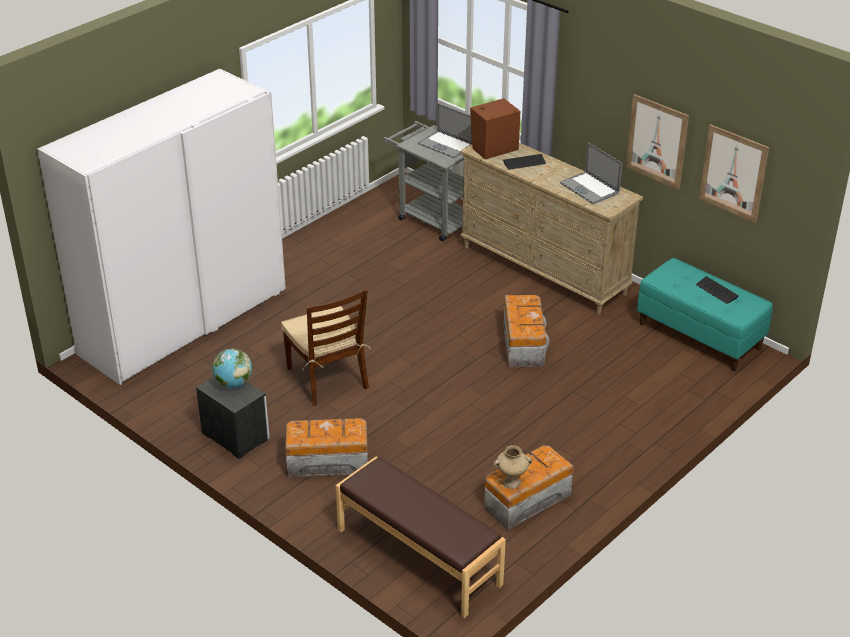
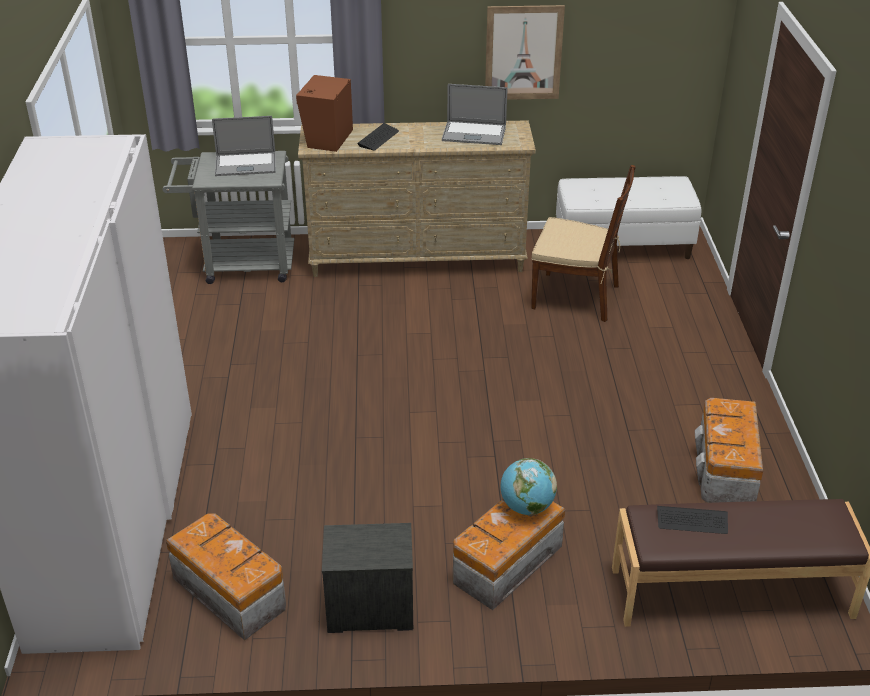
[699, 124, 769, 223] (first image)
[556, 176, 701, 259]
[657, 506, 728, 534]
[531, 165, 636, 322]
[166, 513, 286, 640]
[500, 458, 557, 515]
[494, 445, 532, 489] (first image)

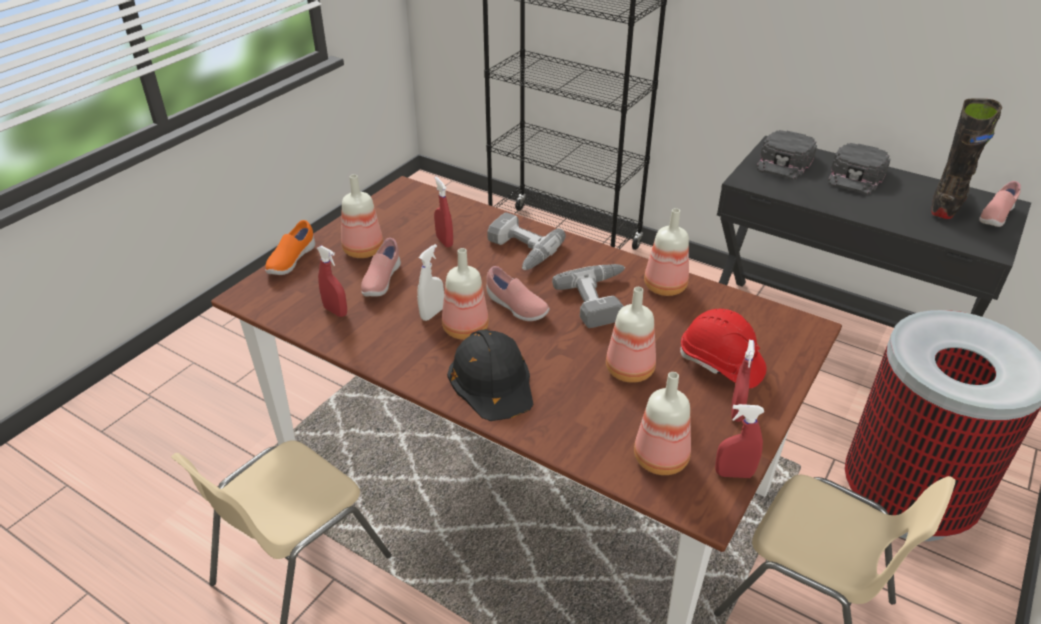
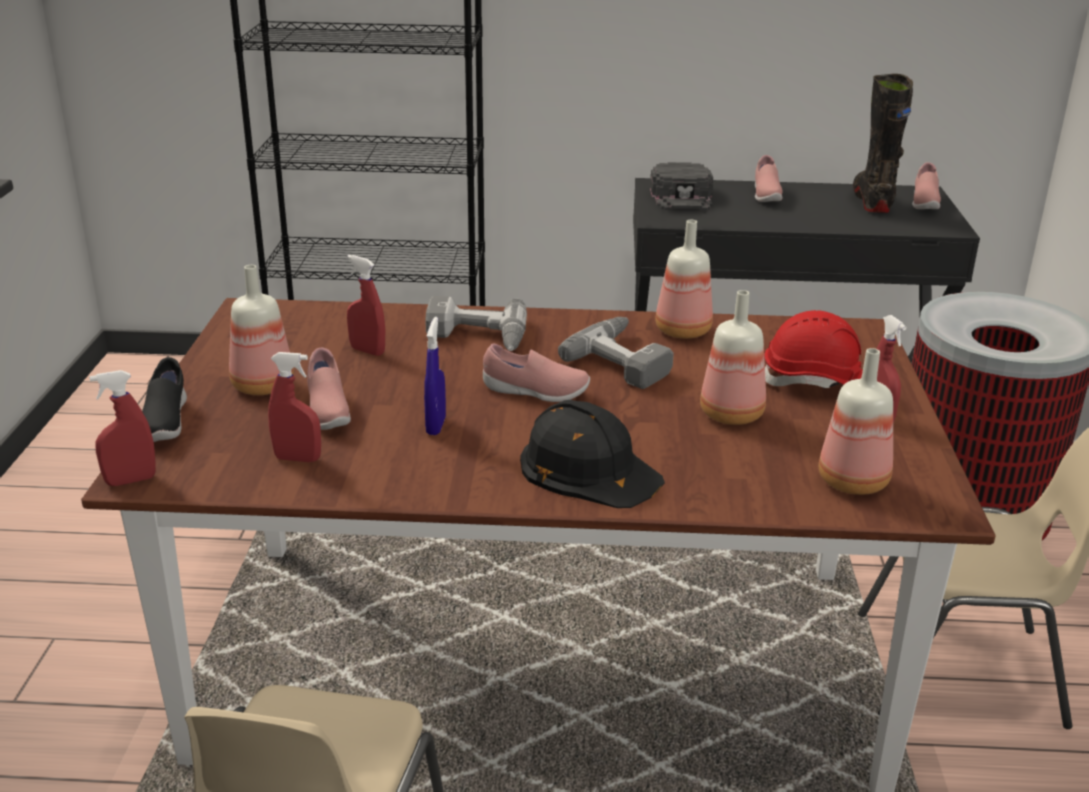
[755, 155, 782, 202]
[142, 357, 187, 442]
[424, 317, 446, 435]
[442, 248, 489, 340] (first image)
[89, 370, 156, 486]

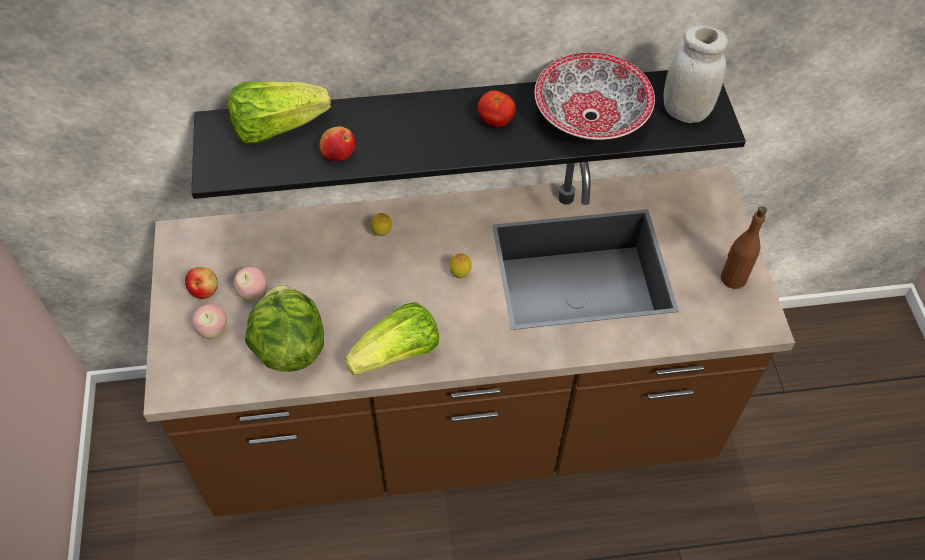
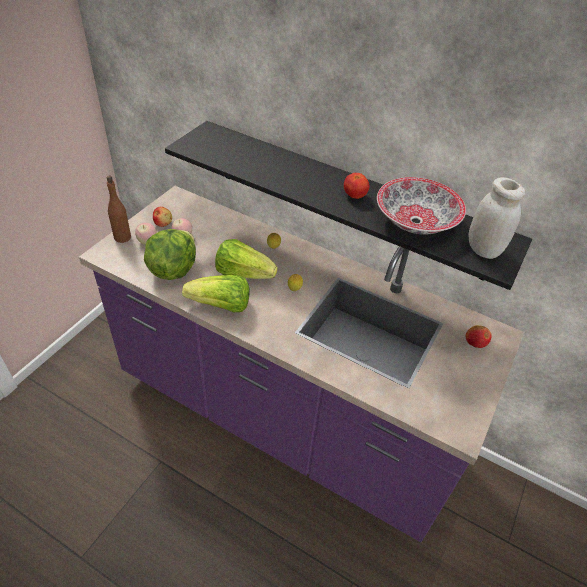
[215, 239, 278, 279]
[465, 325, 492, 348]
[79, 186, 524, 542]
[107, 176, 131, 243]

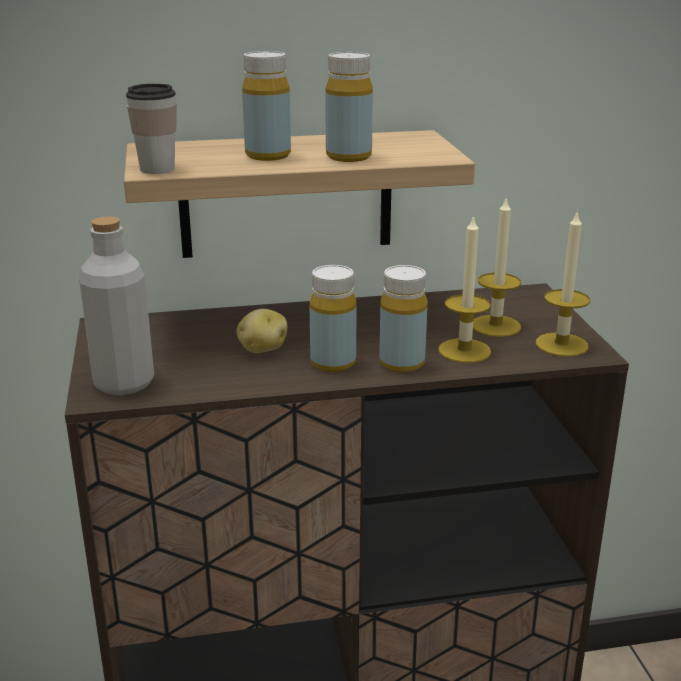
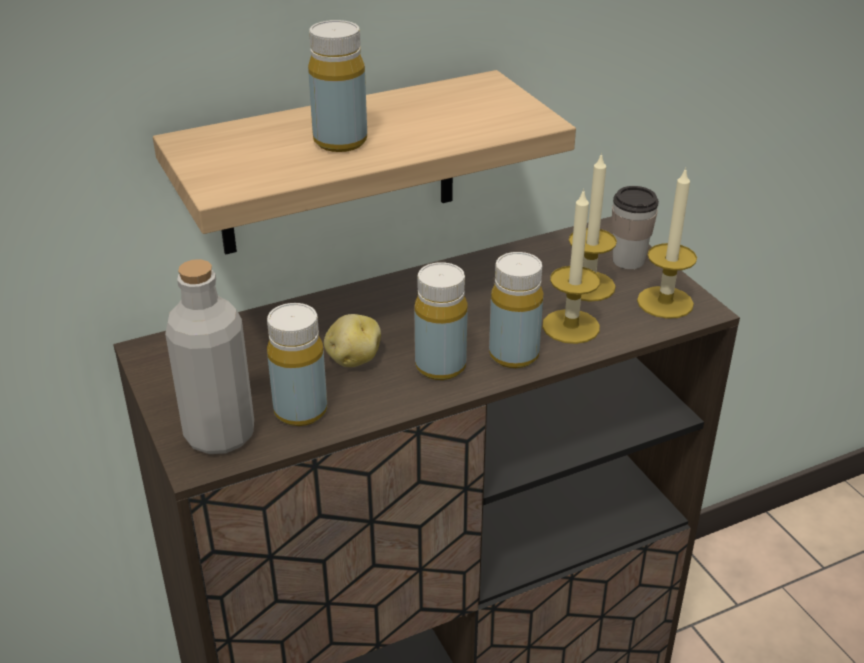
[267, 303, 327, 426]
[612, 186, 659, 269]

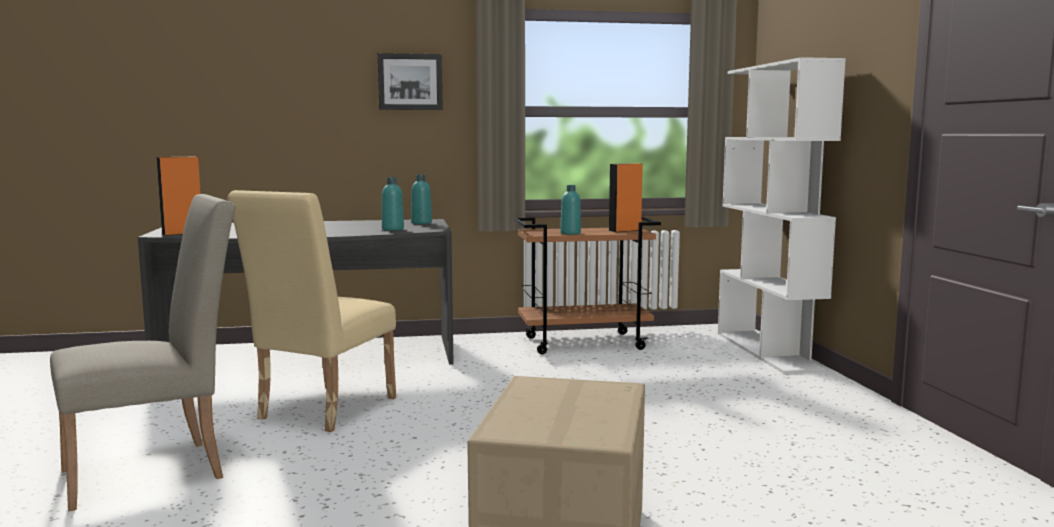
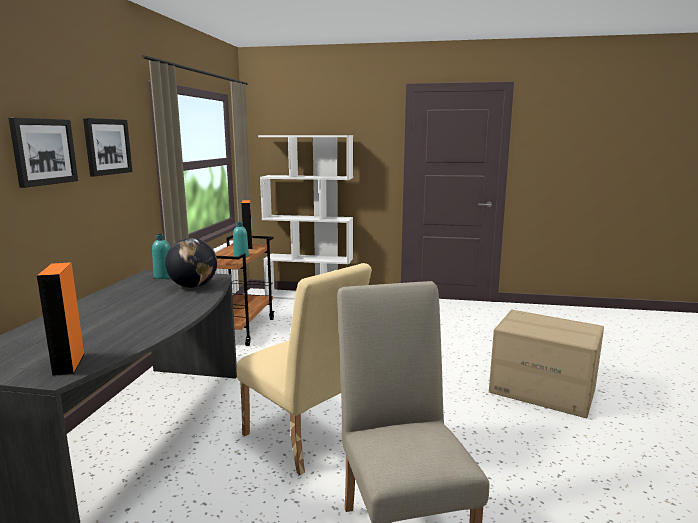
[165, 238, 217, 288]
[9, 117, 78, 188]

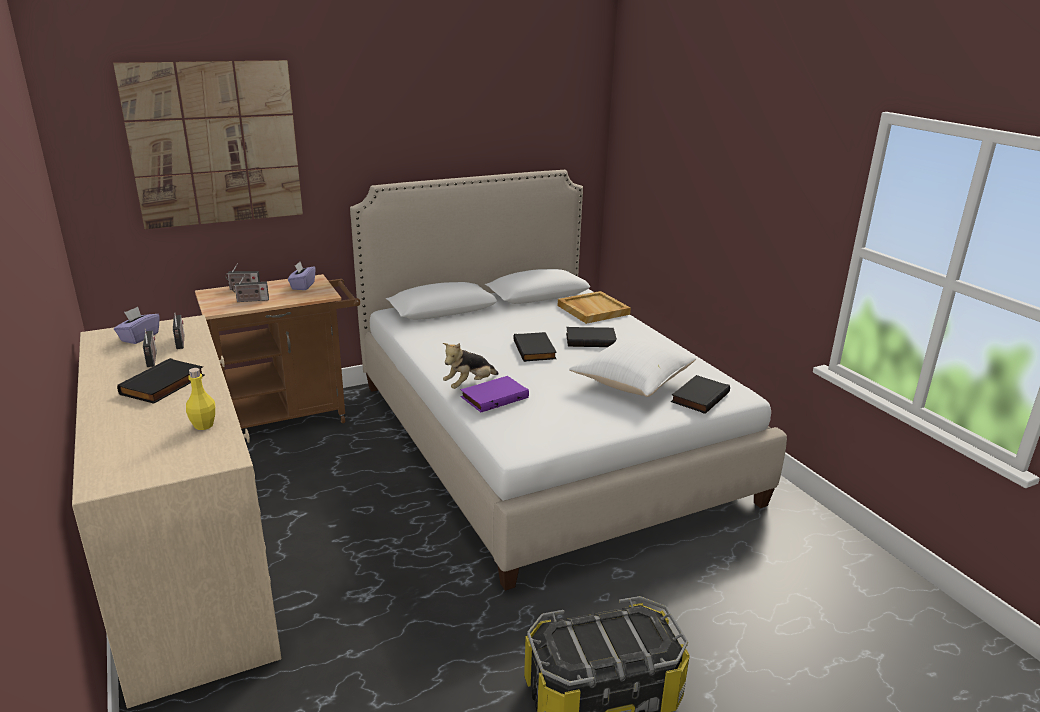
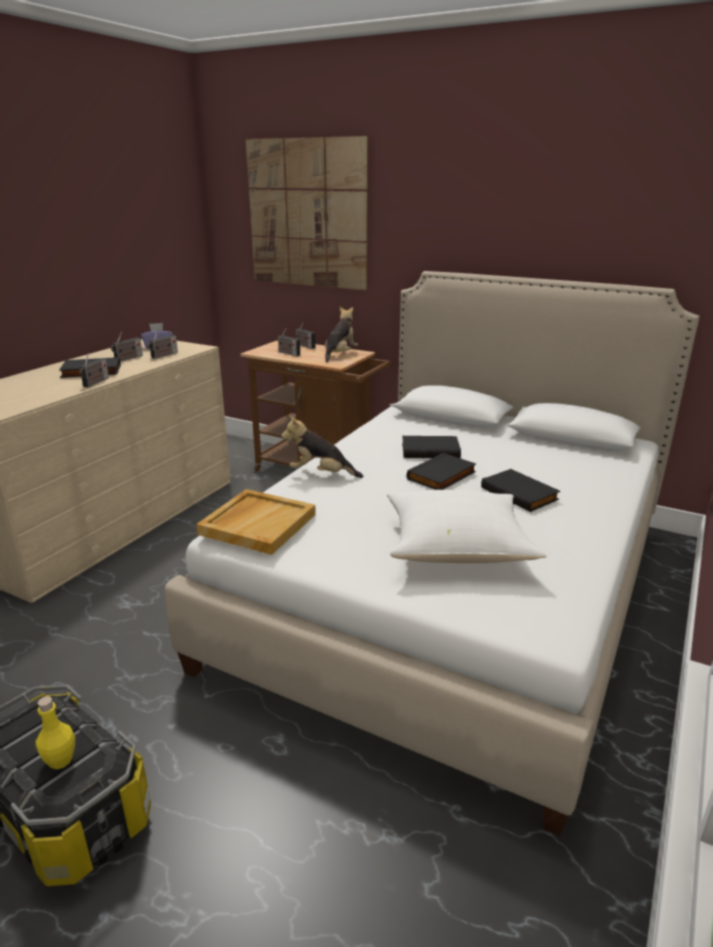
[325, 307, 358, 362]
[196, 489, 316, 555]
[35, 696, 75, 770]
[402, 436, 461, 458]
[461, 376, 529, 413] (first image)
[79, 353, 109, 387]

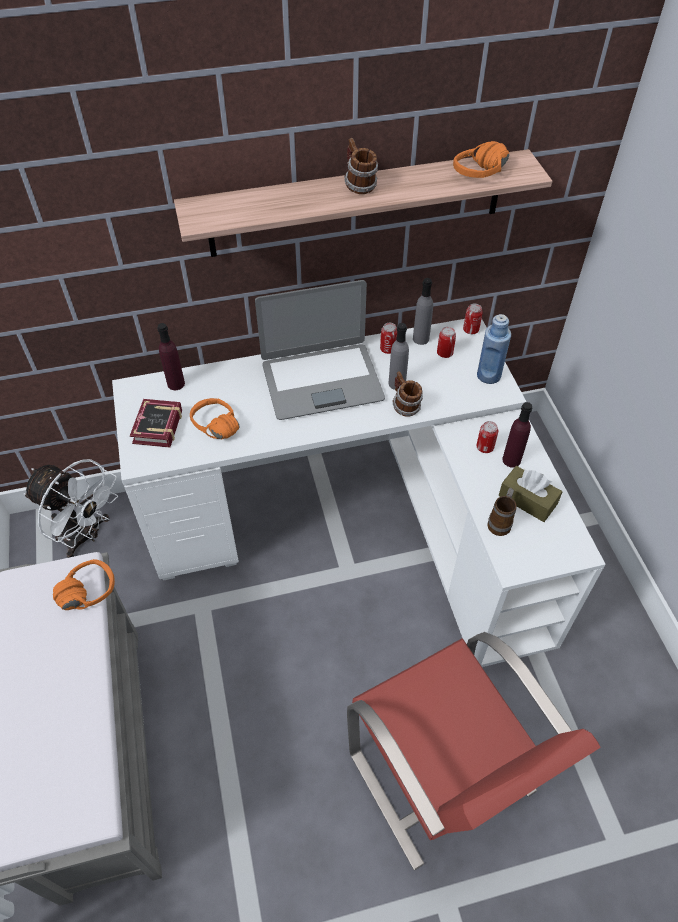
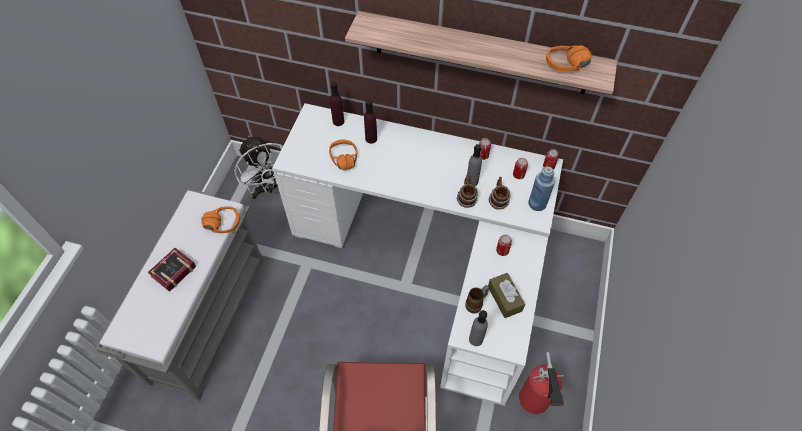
[489, 177, 511, 209]
[469, 310, 488, 346]
[255, 280, 385, 420] (first image)
[148, 248, 196, 292]
[364, 100, 377, 144]
[519, 352, 565, 414]

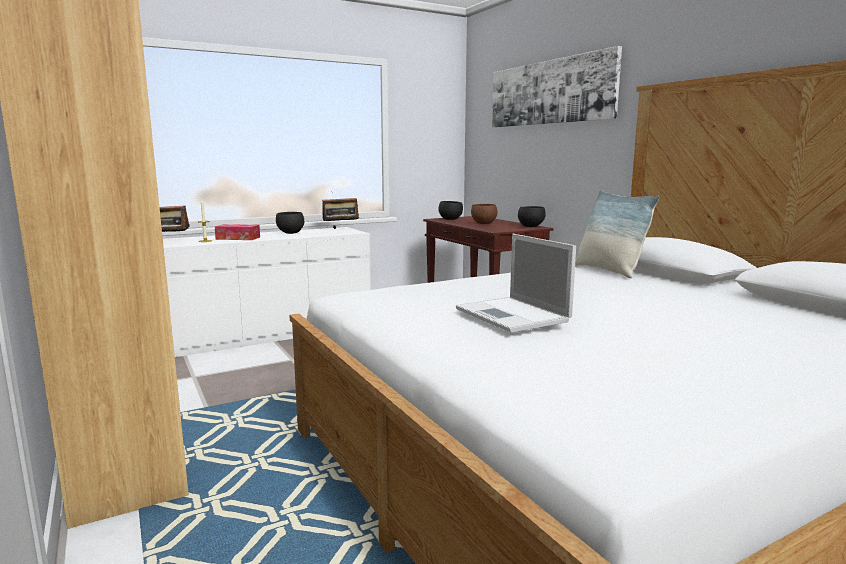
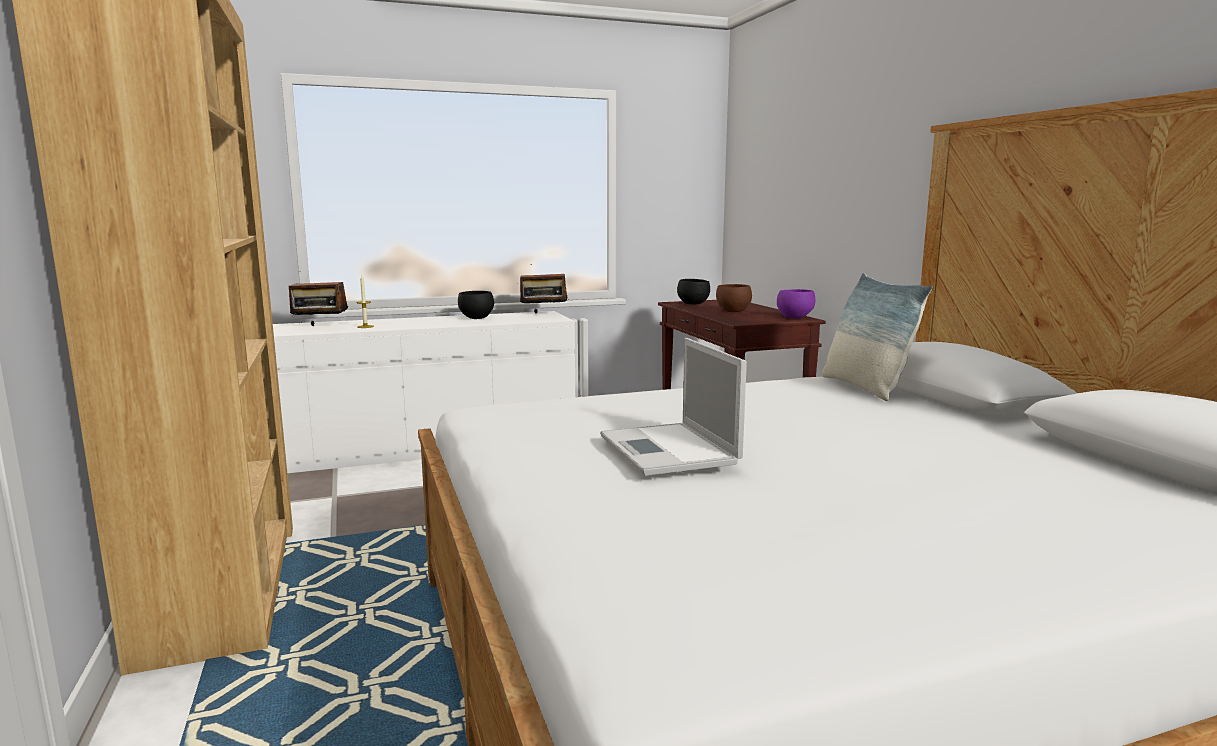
[492, 46, 622, 128] (first image)
[777, 289, 815, 318]
[215, 224, 260, 240] (first image)

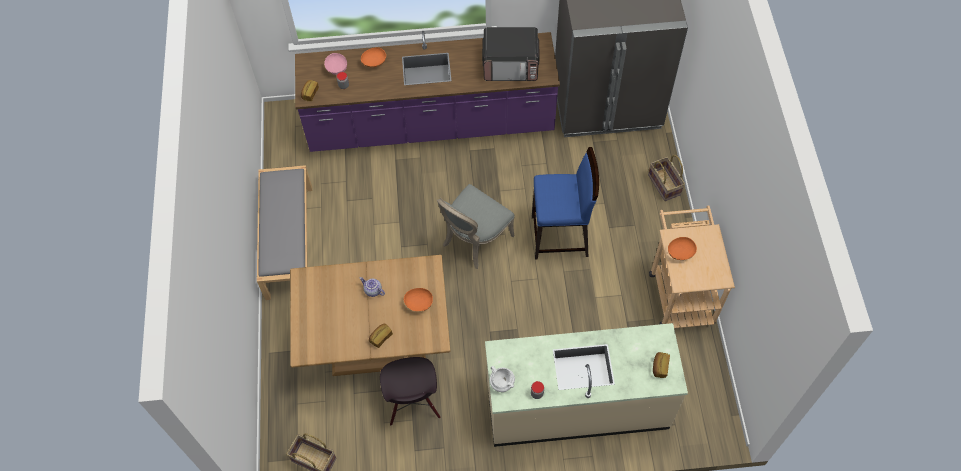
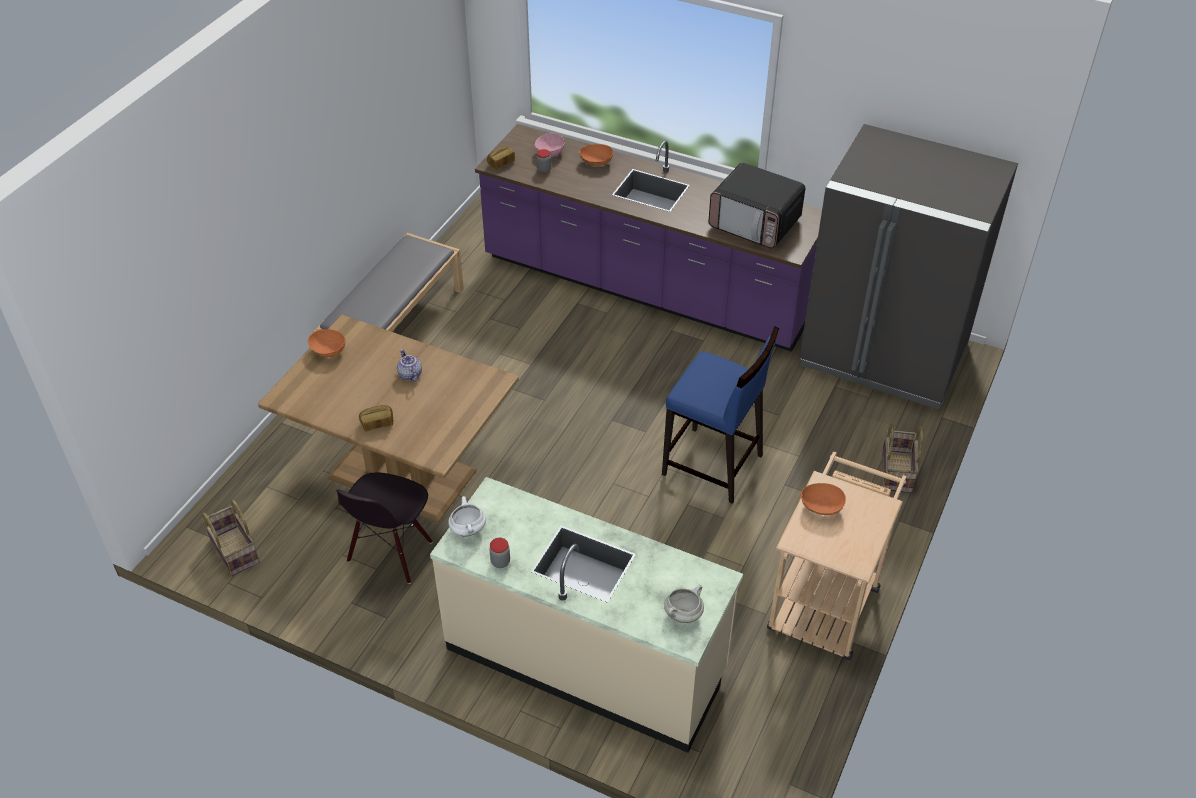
[437, 184, 515, 269] (first image)
[308, 329, 345, 357]
[664, 585, 704, 623]

